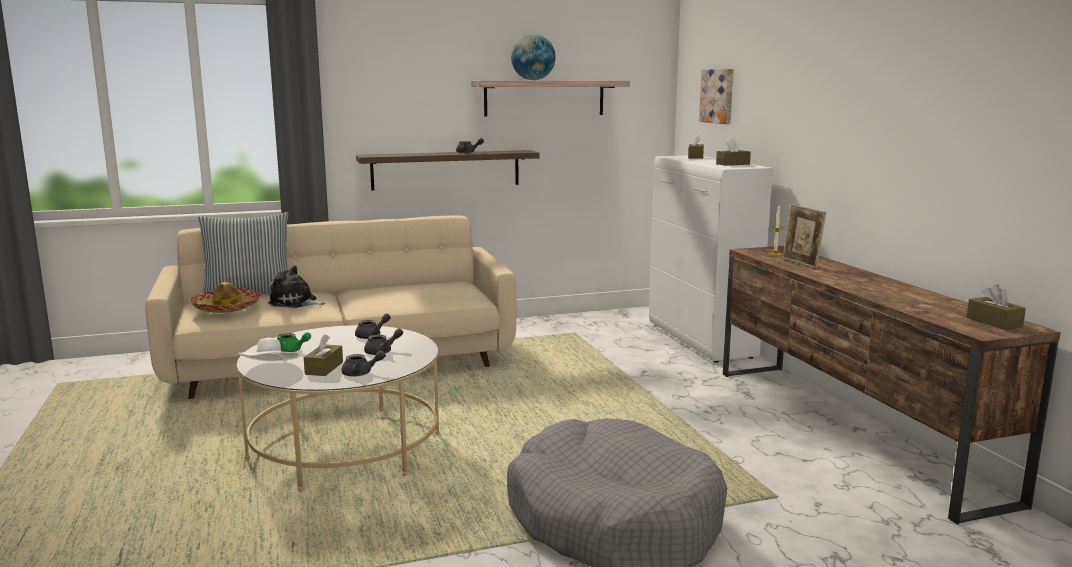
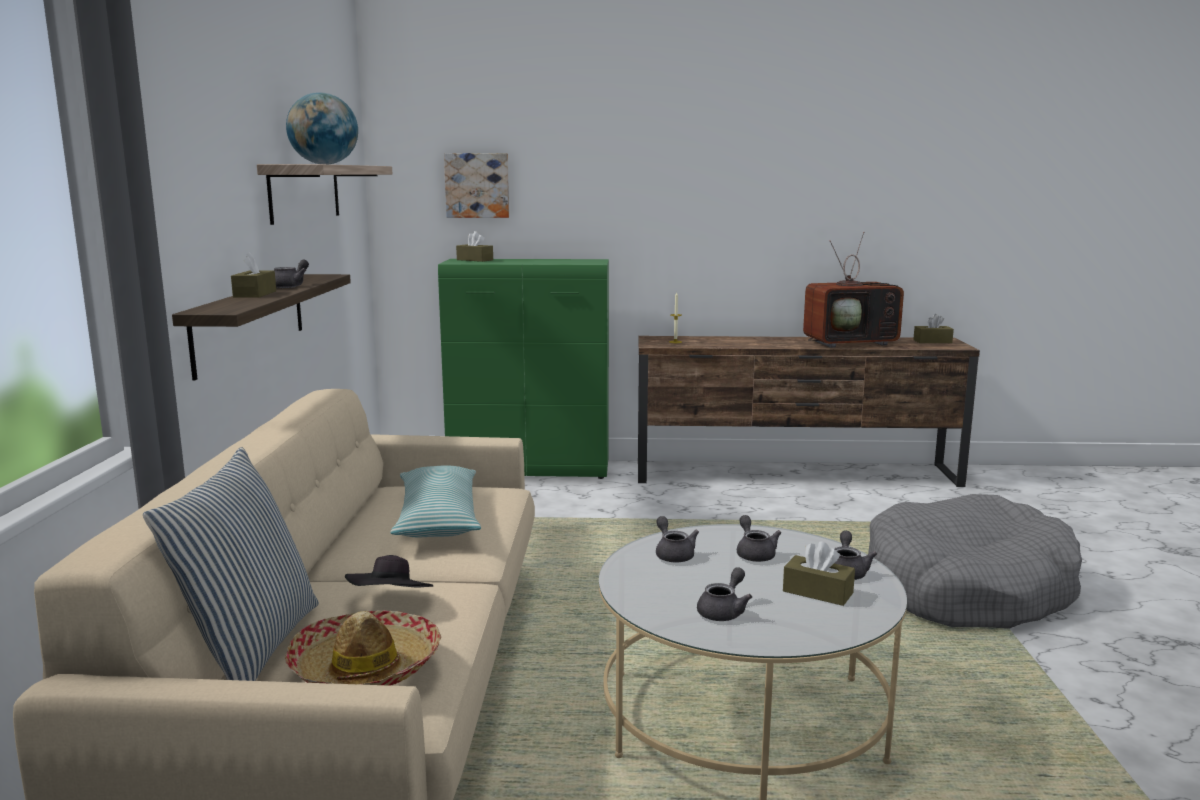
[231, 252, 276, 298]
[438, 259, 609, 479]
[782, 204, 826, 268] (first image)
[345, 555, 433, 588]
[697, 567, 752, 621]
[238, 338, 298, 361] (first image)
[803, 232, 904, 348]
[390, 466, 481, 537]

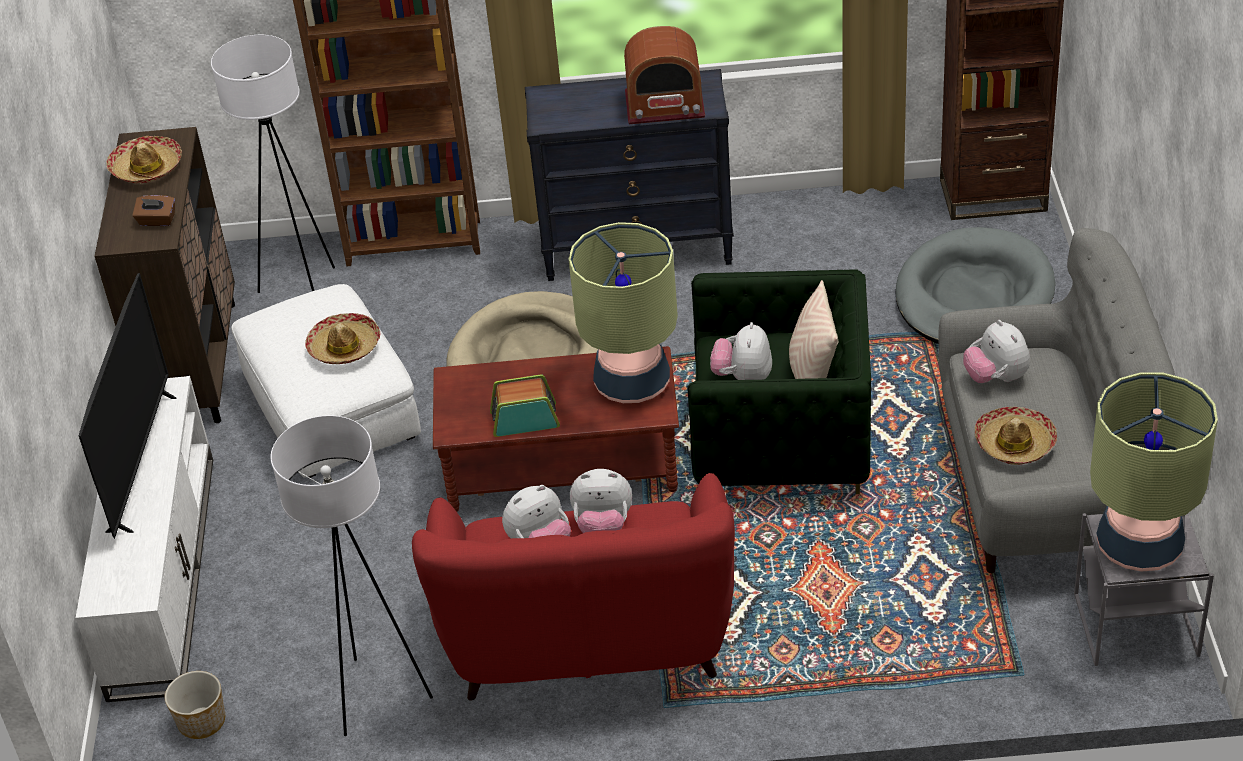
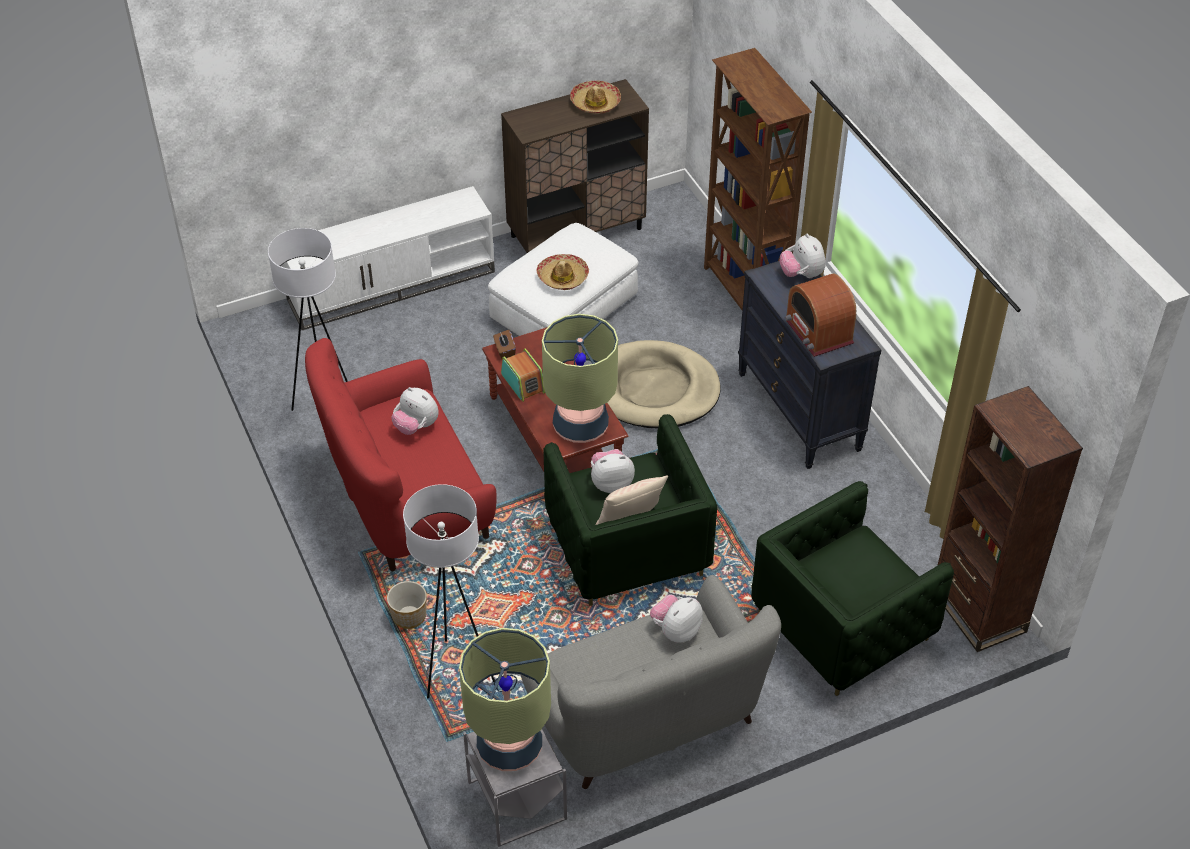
[403, 484, 495, 698]
[493, 330, 516, 359]
[751, 481, 954, 696]
[79, 273, 176, 539] (first image)
[975, 407, 1058, 465] (first image)
[779, 234, 825, 278]
[387, 581, 427, 629]

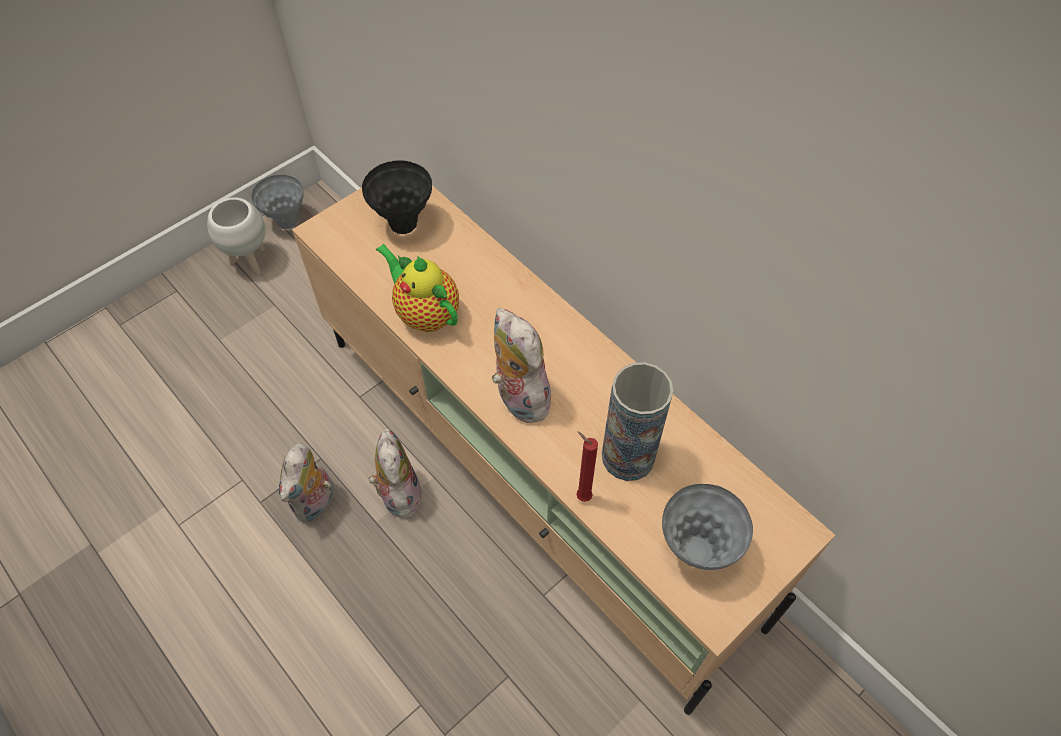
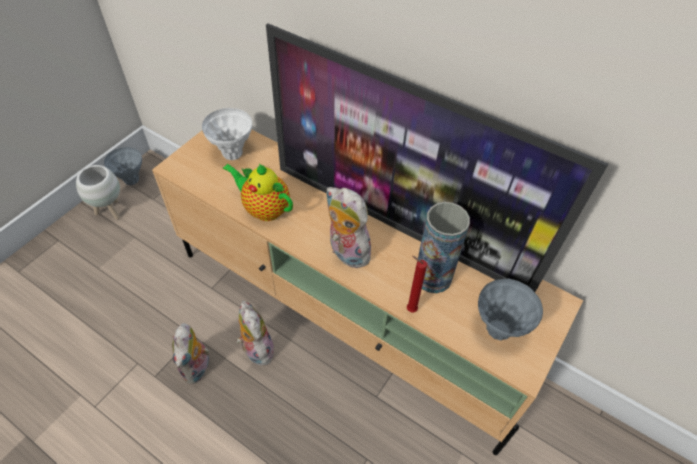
[202, 108, 252, 160]
[266, 23, 608, 292]

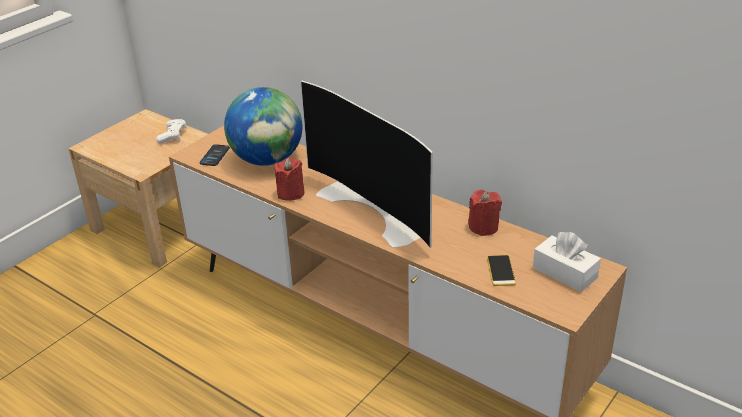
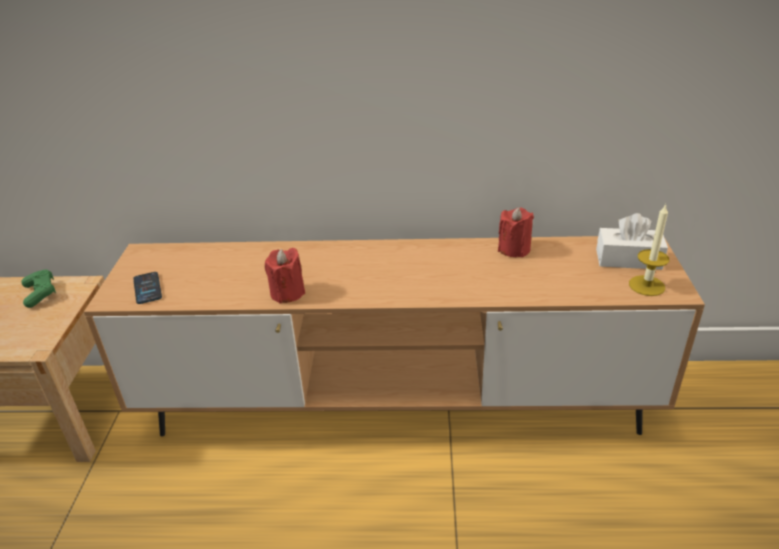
[301, 81, 433, 248] (first image)
[224, 87, 303, 166] (first image)
[21, 270, 56, 308]
[487, 255, 516, 286] (first image)
[629, 204, 669, 296]

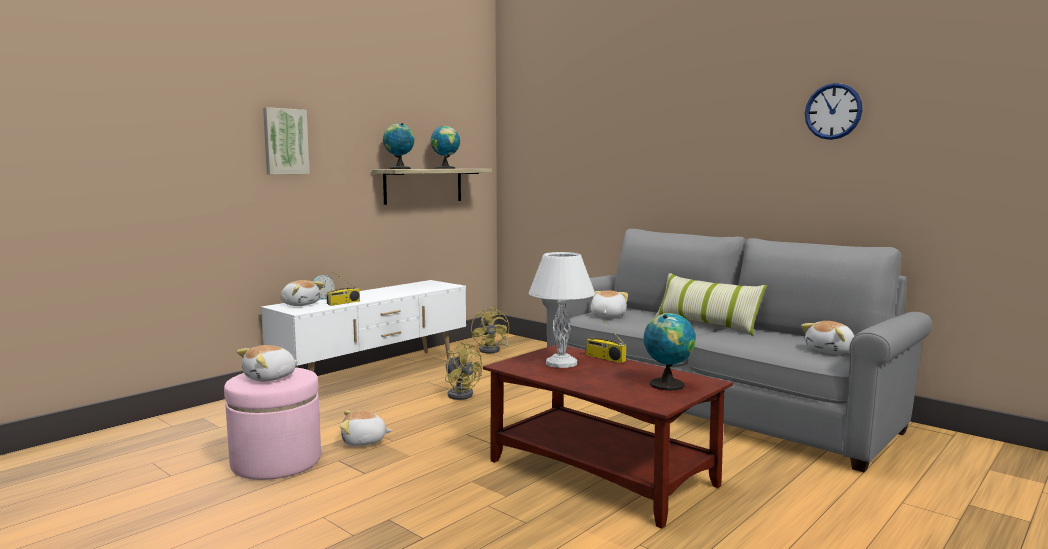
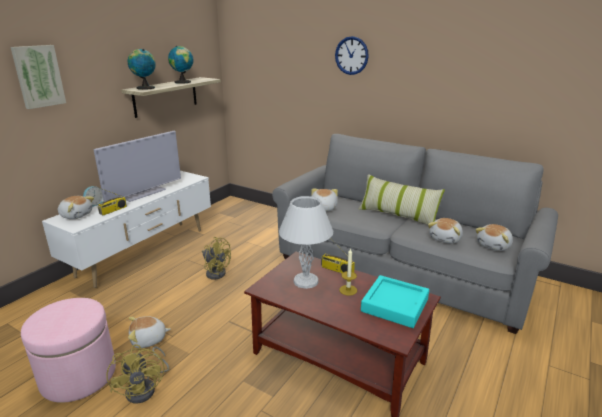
[335, 36, 369, 75]
[106, 344, 169, 404]
[361, 275, 429, 328]
[428, 218, 463, 244]
[93, 131, 181, 202]
[339, 248, 357, 296]

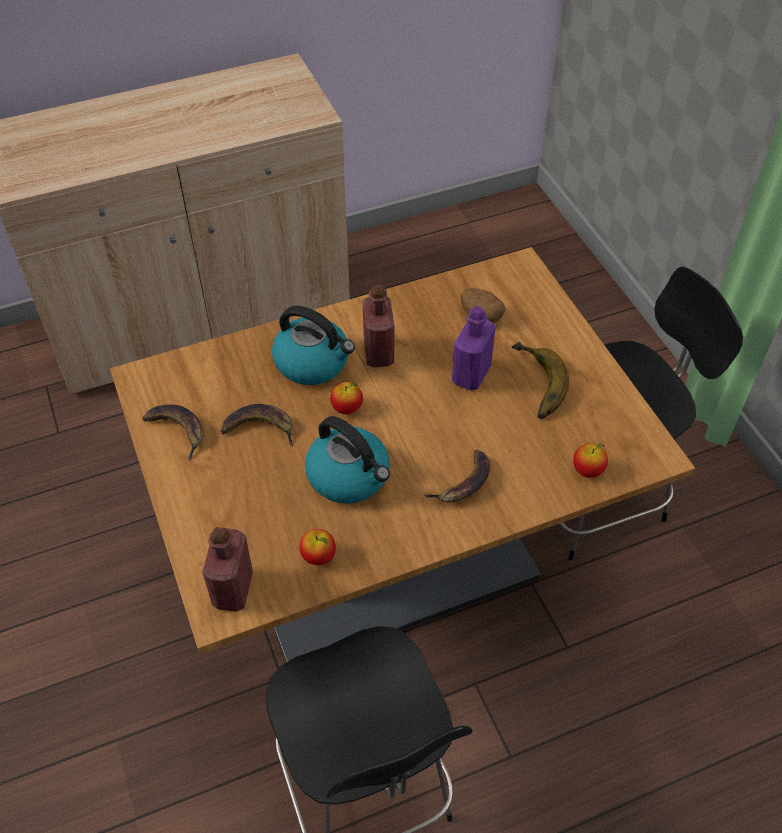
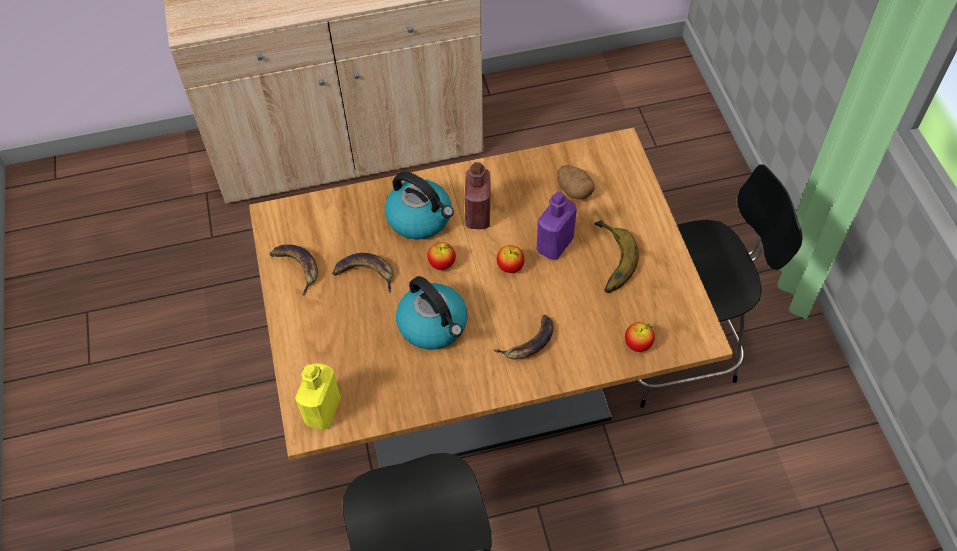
[295, 363, 341, 430]
[497, 245, 524, 273]

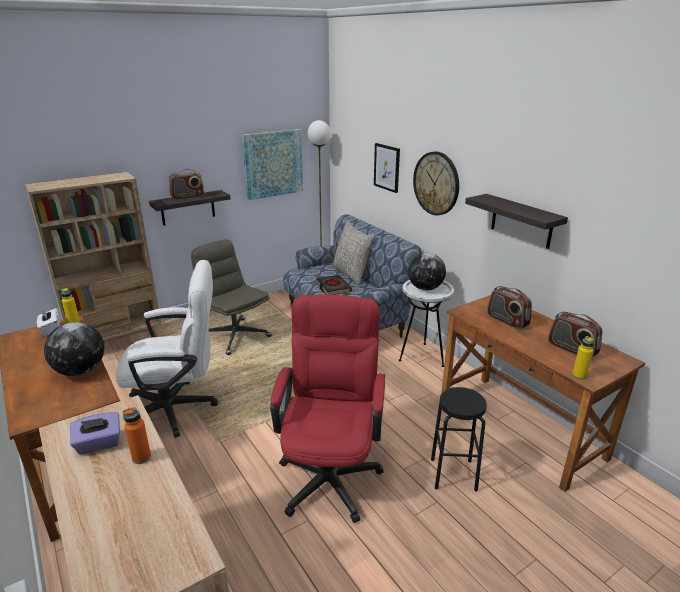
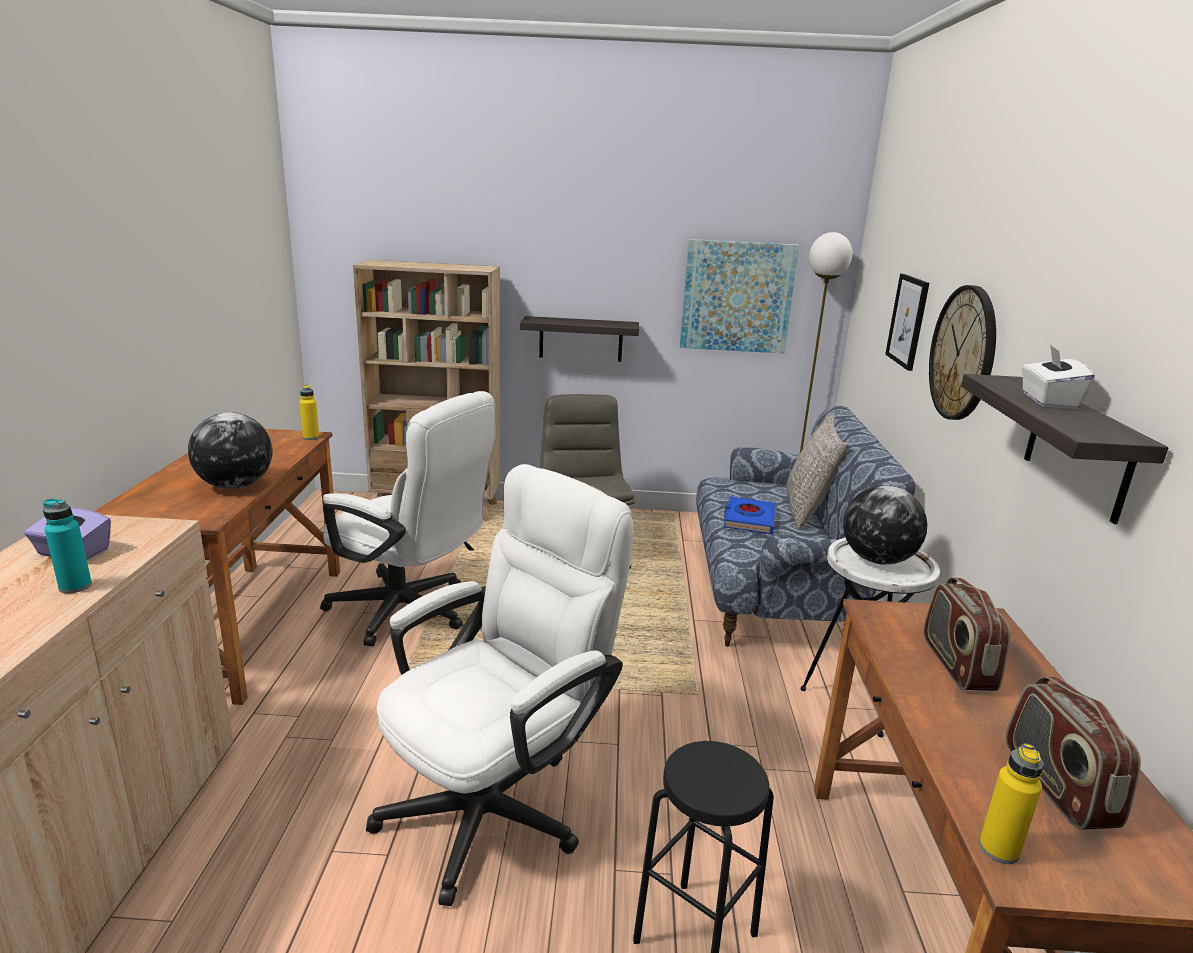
[169, 169, 204, 200] (first image)
[723, 496, 776, 534]
[366, 464, 634, 906]
[1022, 345, 1095, 409]
[42, 499, 92, 594]

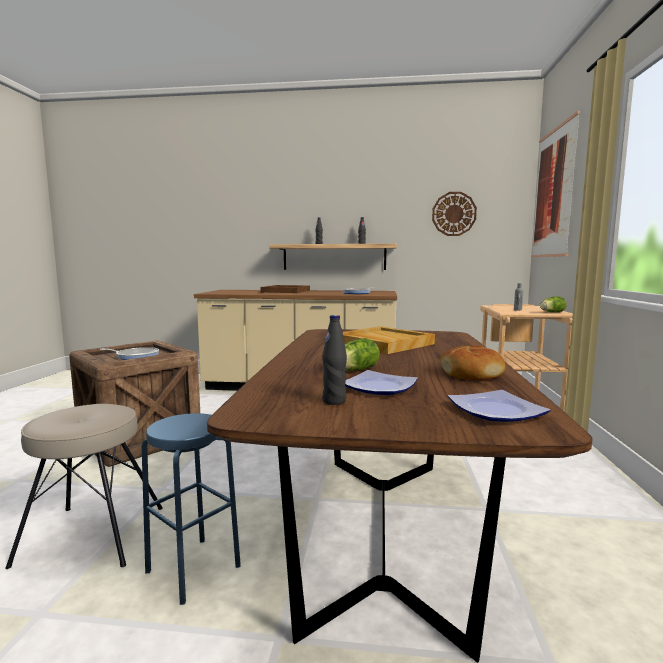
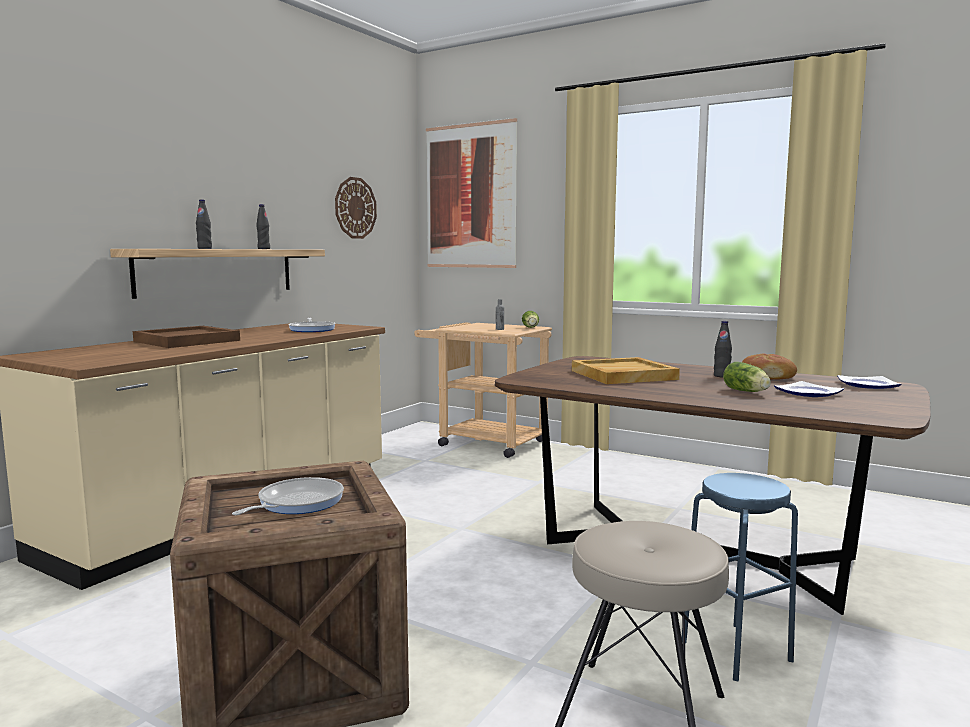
[714, 321, 732, 377]

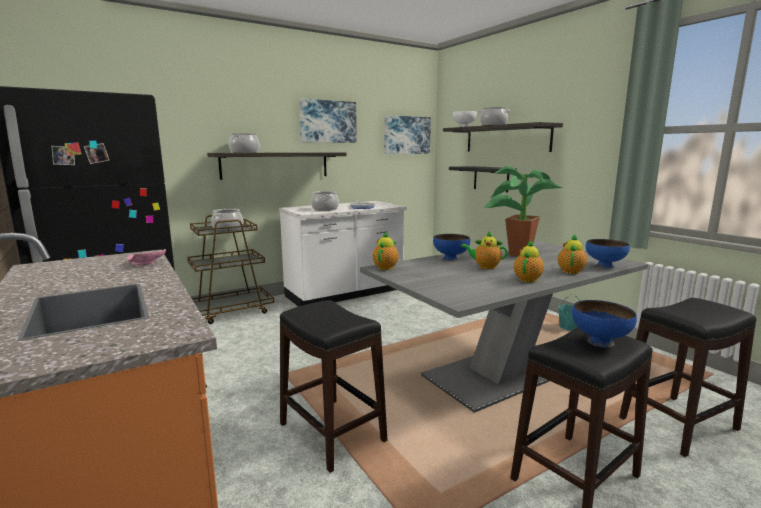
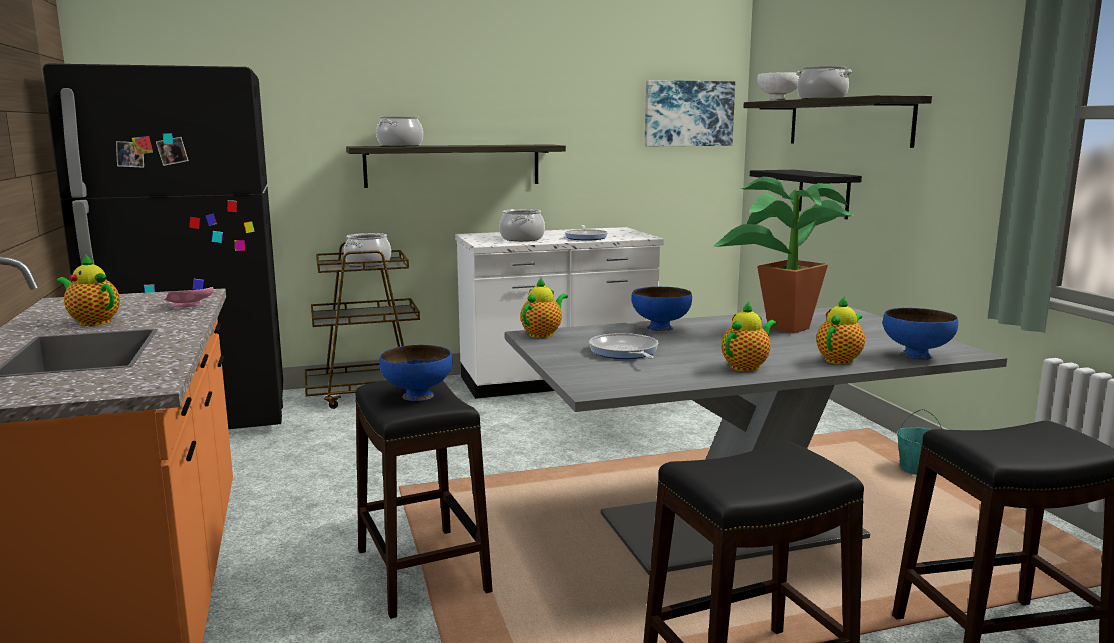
[299, 99, 357, 143] (first image)
[56, 254, 120, 326]
[379, 345, 452, 401]
[589, 333, 658, 359]

